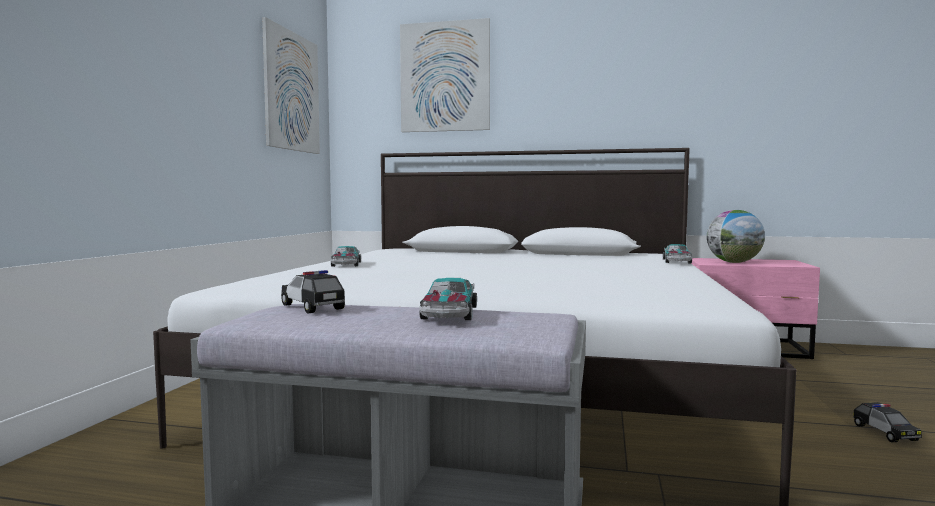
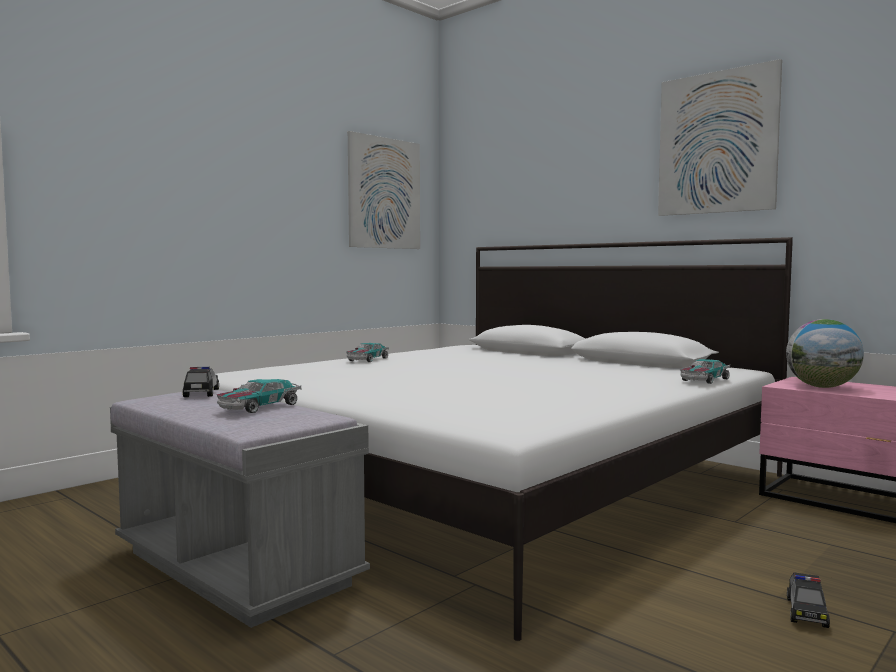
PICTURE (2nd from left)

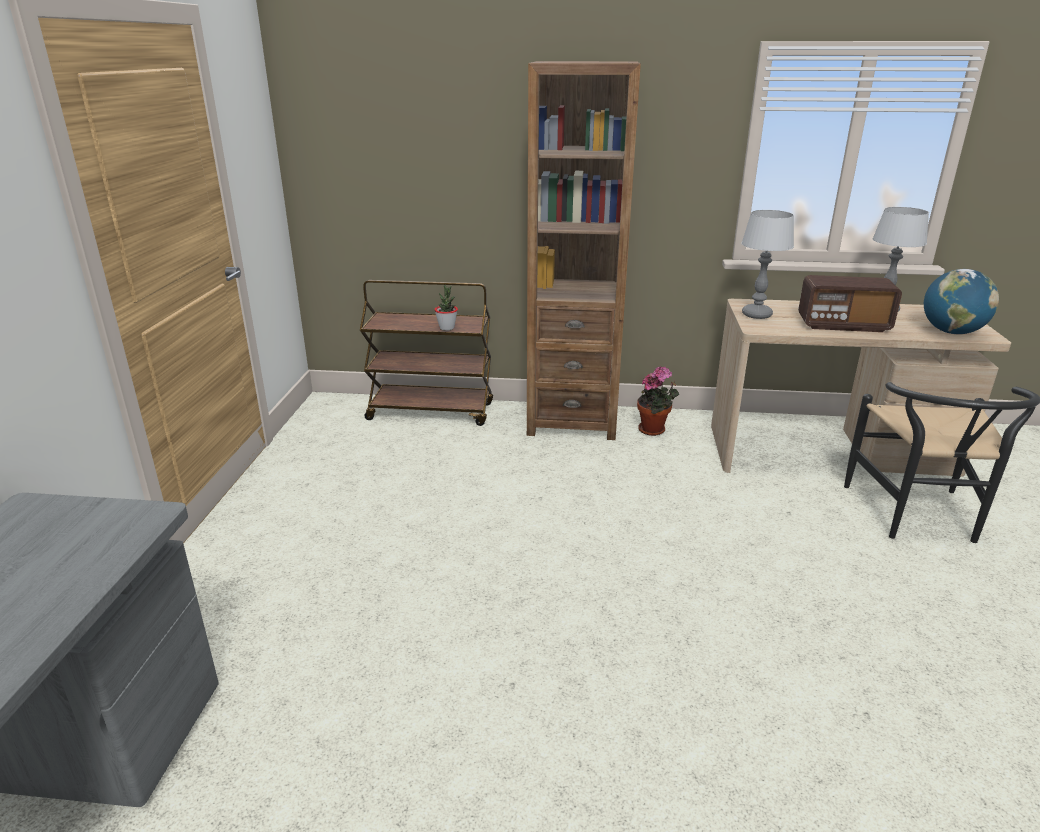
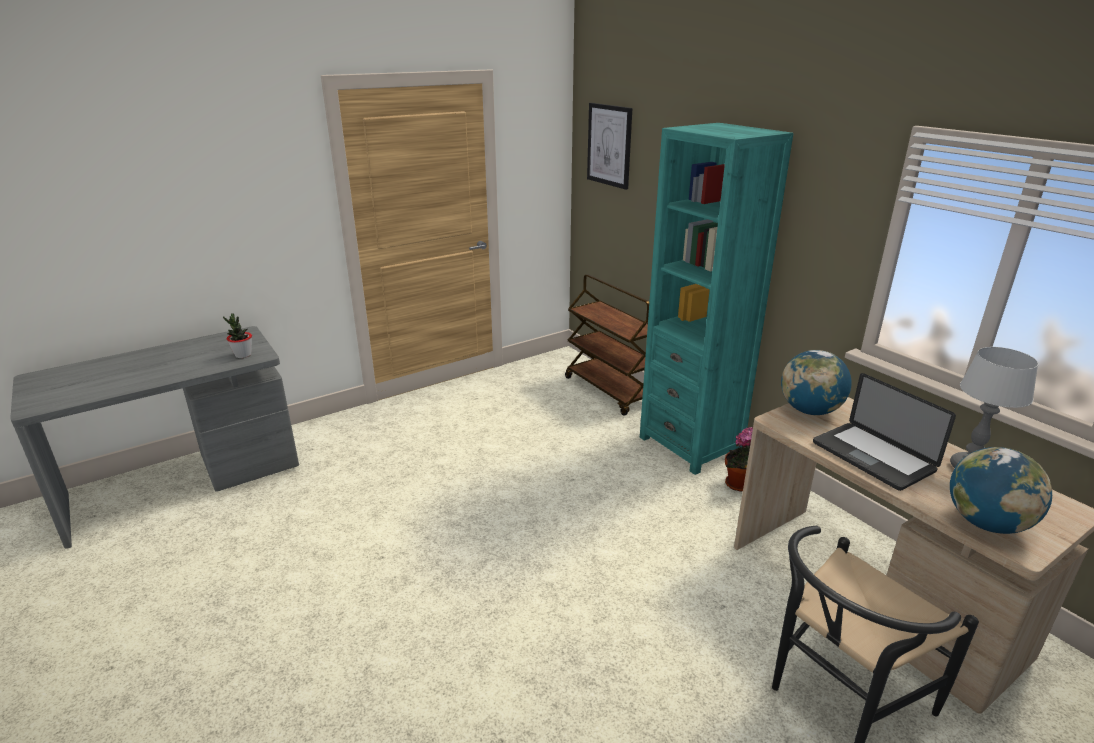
TURQUOISE BOOKCASE; GLOBE (1st from left); LAPTOP; POTTED PLANT (1st from left); PICTURE

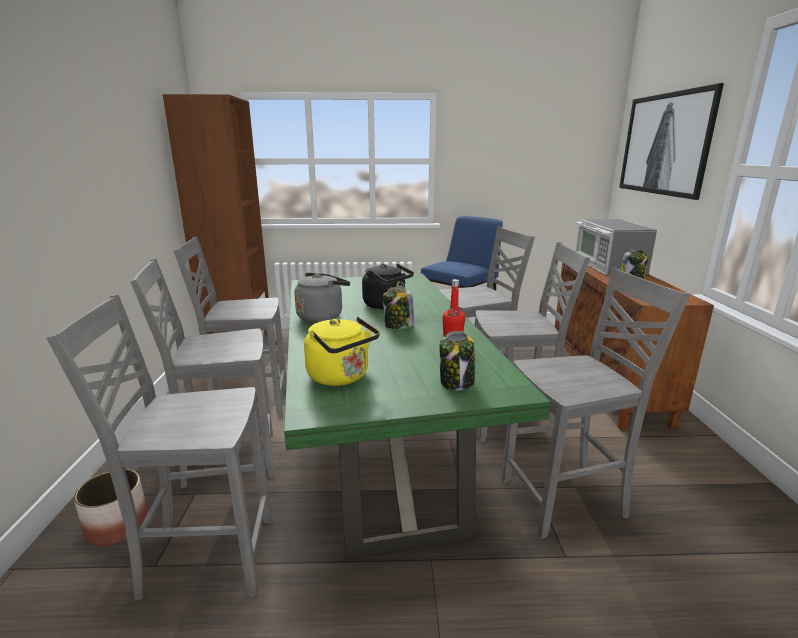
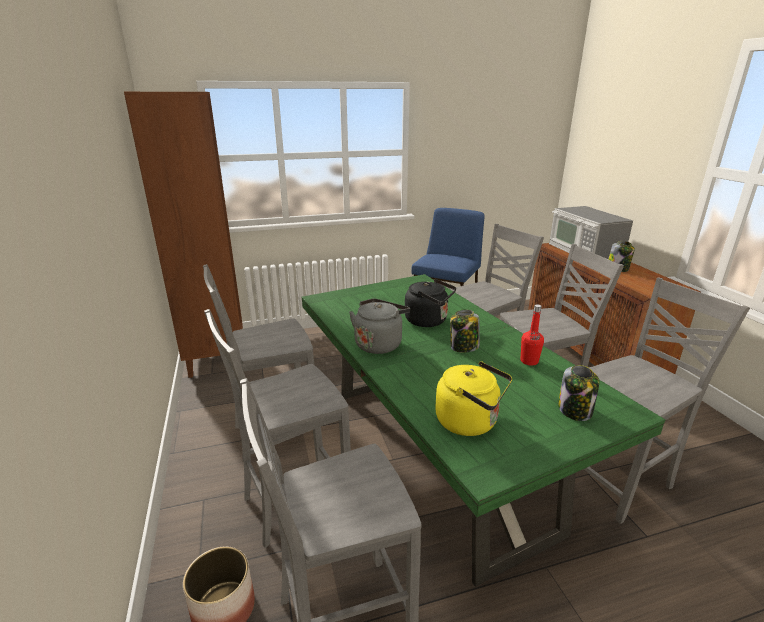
PICTURE

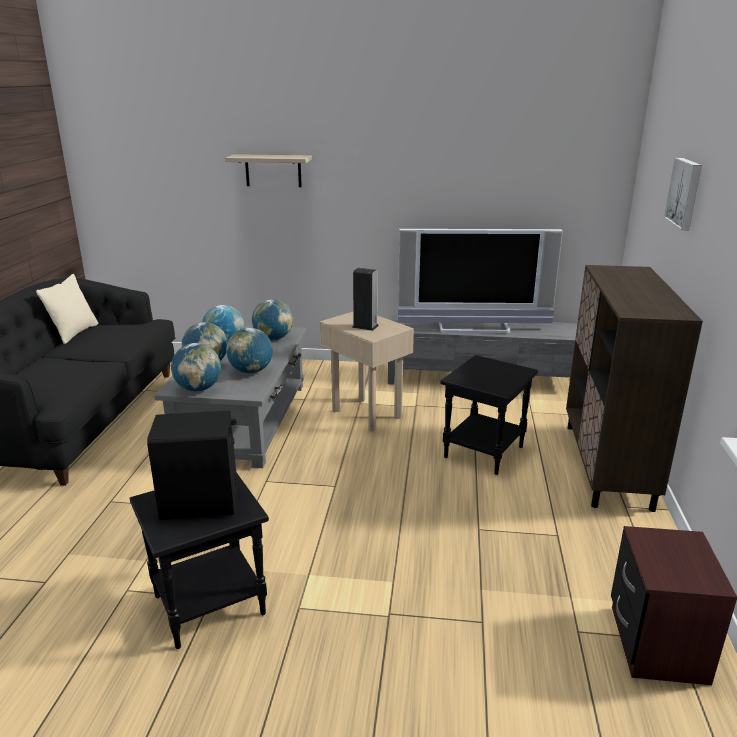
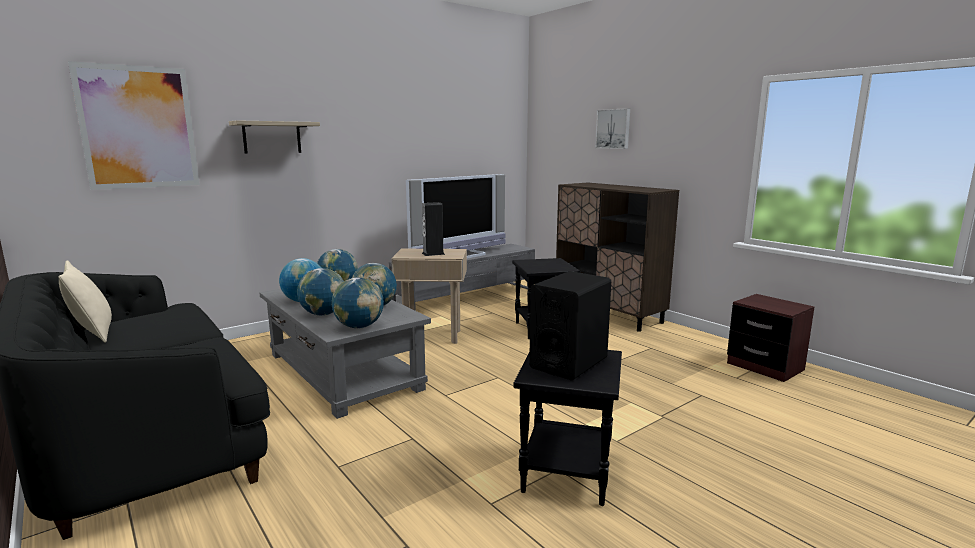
PICTURE (1st from left)

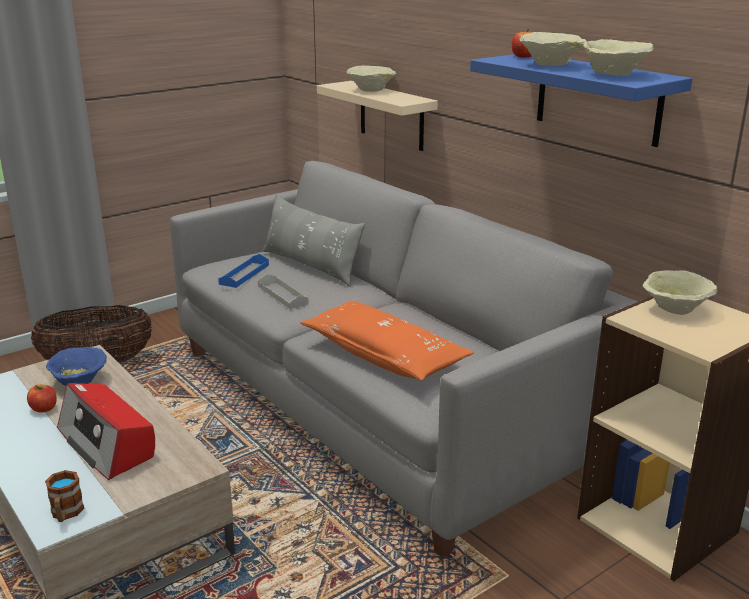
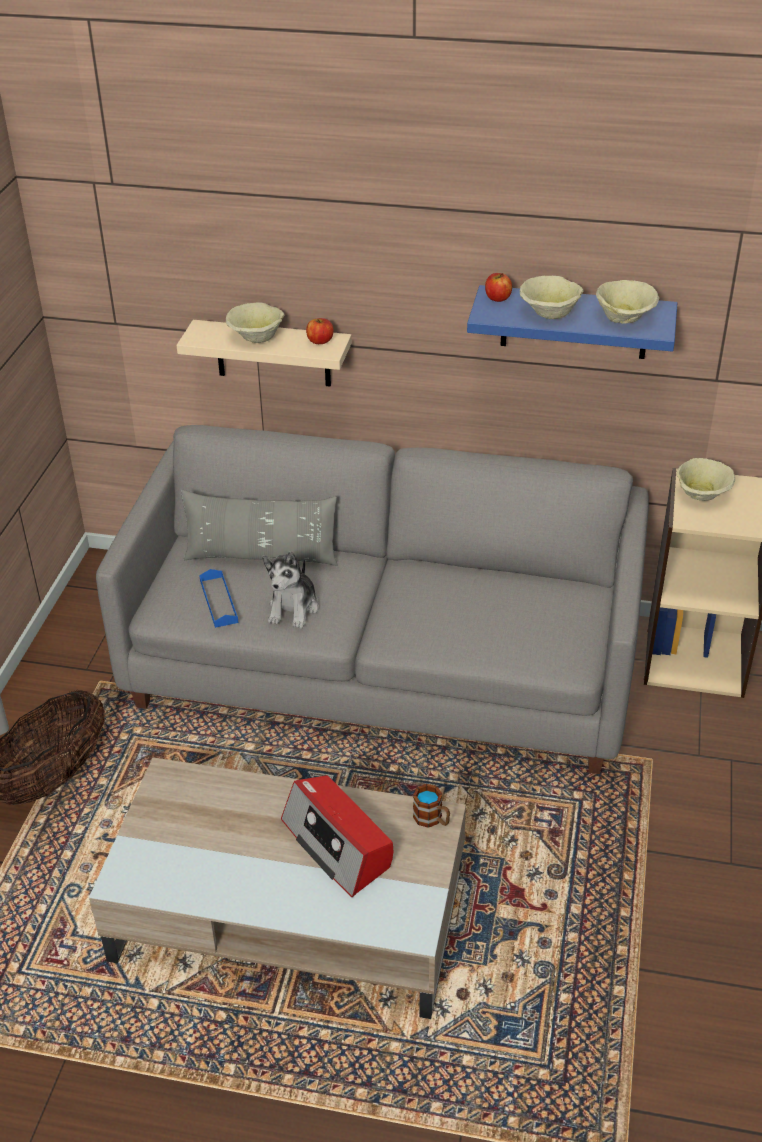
PLUSH TOY; ORANGE PILLOW; BLUE BOWL; RADIO; APPLE (1st from left); MUG

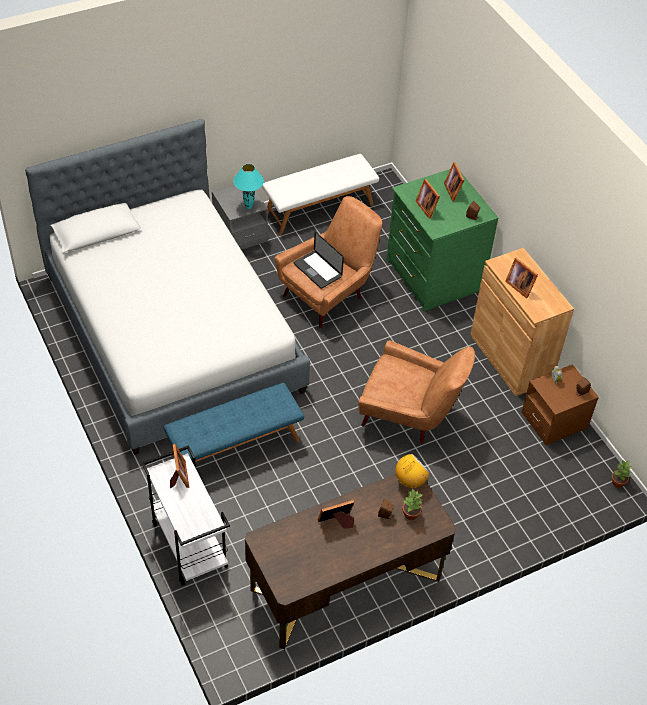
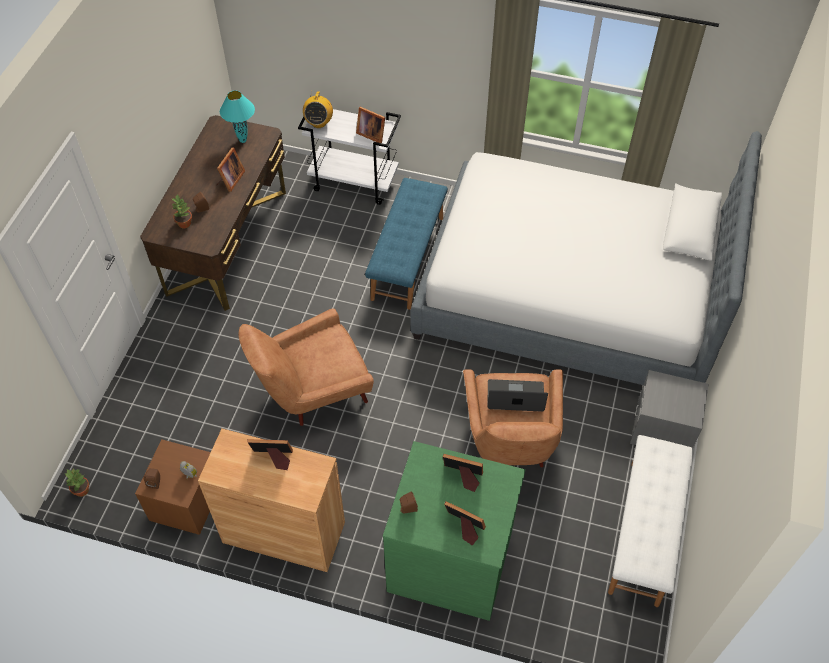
TURQUOISE TABLE LAMP; RADIO

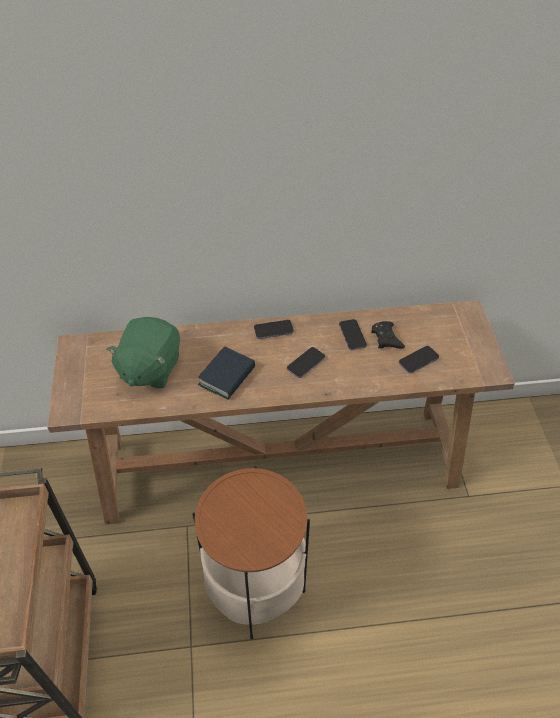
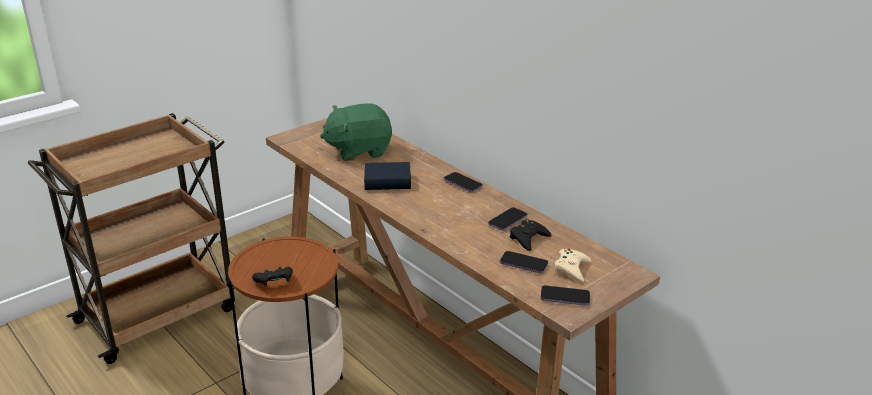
PHONE (4th from left); BEIGE GAME CONTROLLER; BLACK GAME CONTROLLER (1st from left)

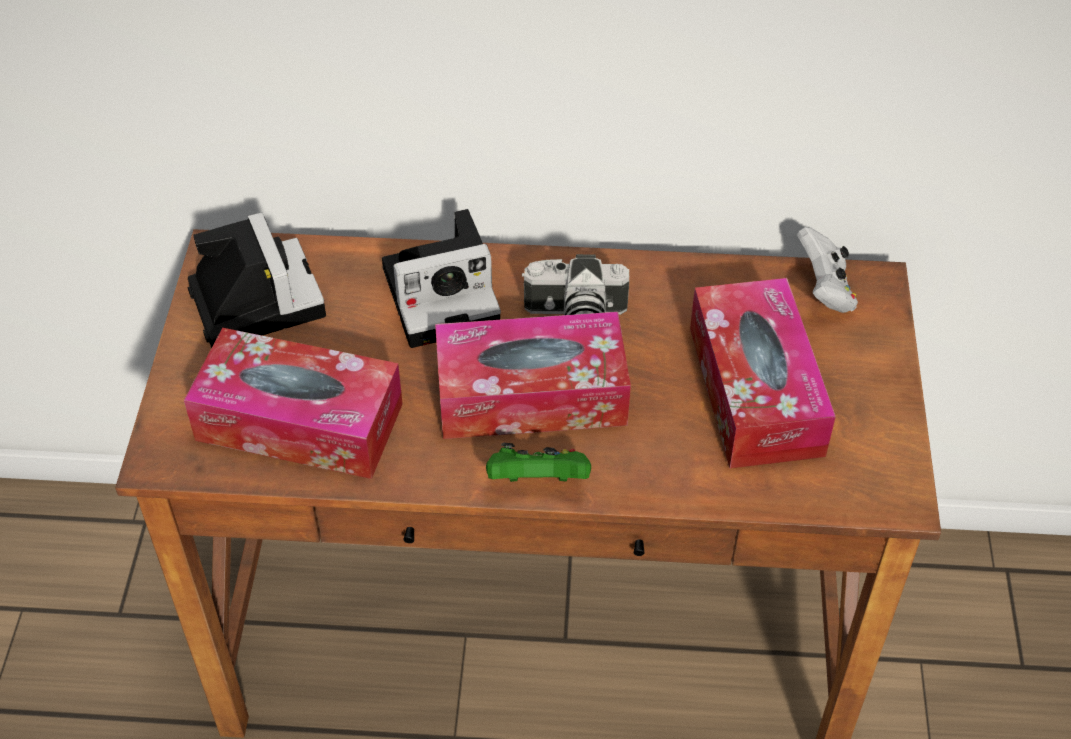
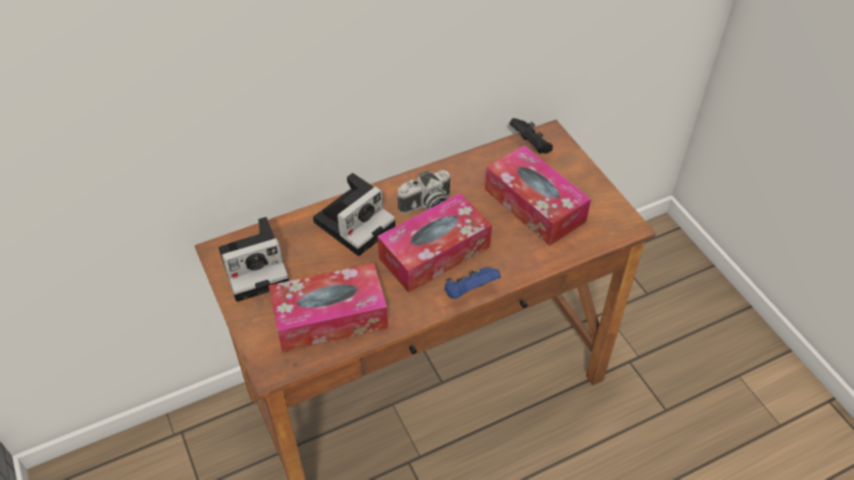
PHOTO CAMERA (1st from left); BLACK GAME CONTROLLER; BLUE GAME CONTROLLER

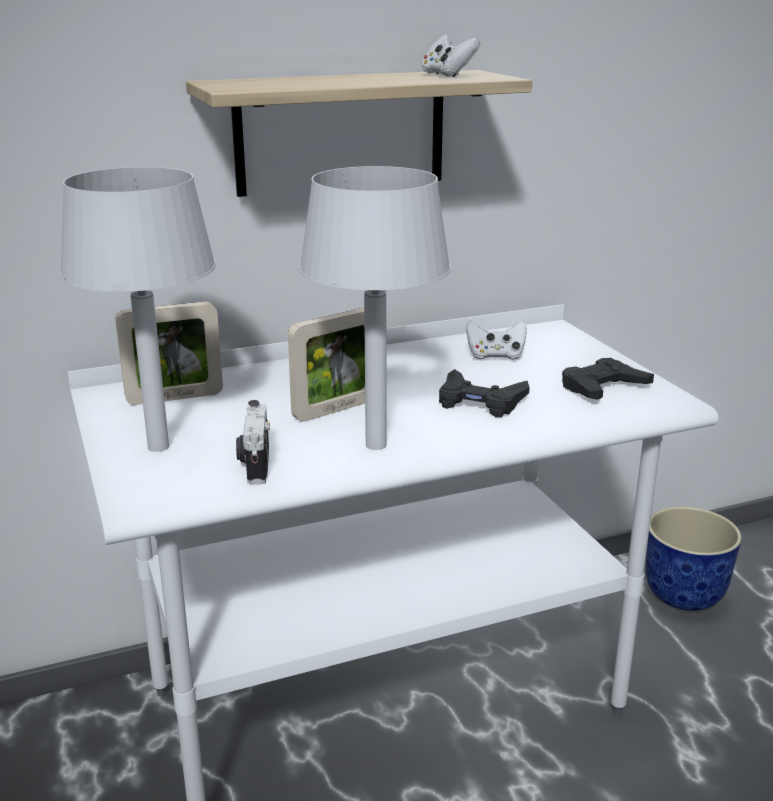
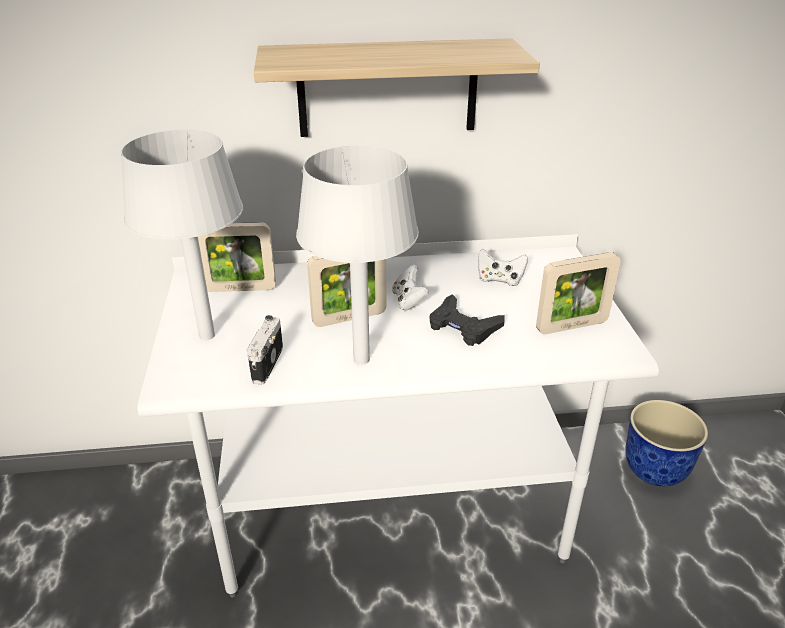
WHITE GAME CONTROLLER (1st from left); PICTURE FRAME (3rd from left)

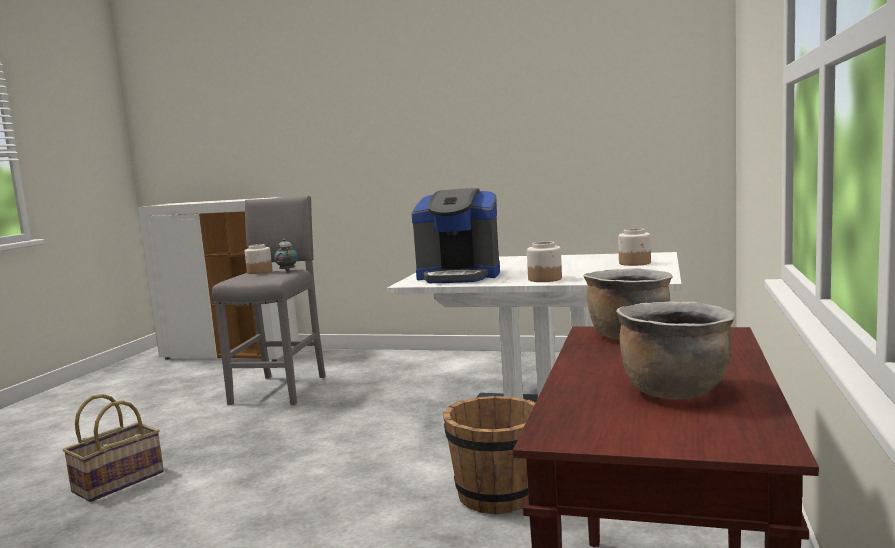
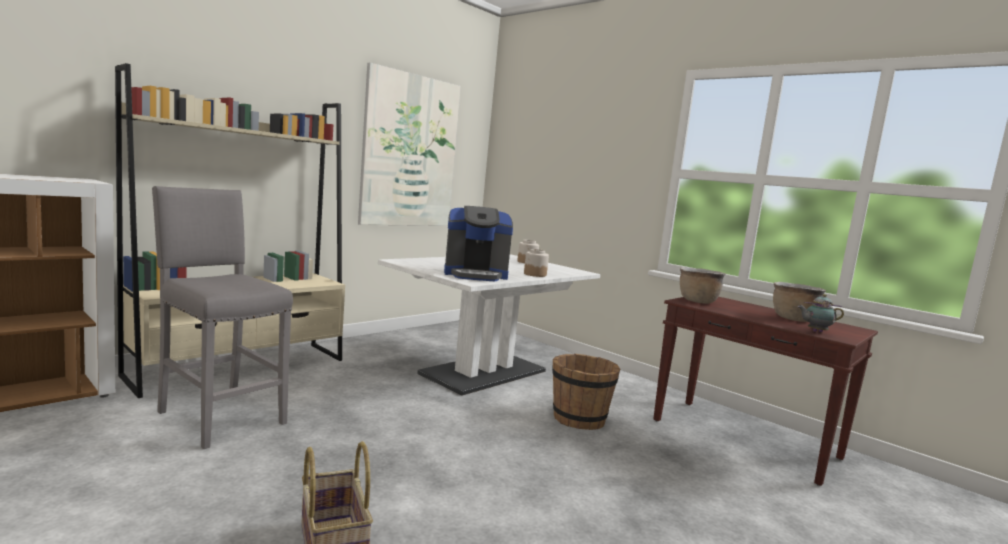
COFFEE MACHINE; TEAPOT; JAR (1st from left in the first image); BEIGE BOOKCASE; PICTURE

